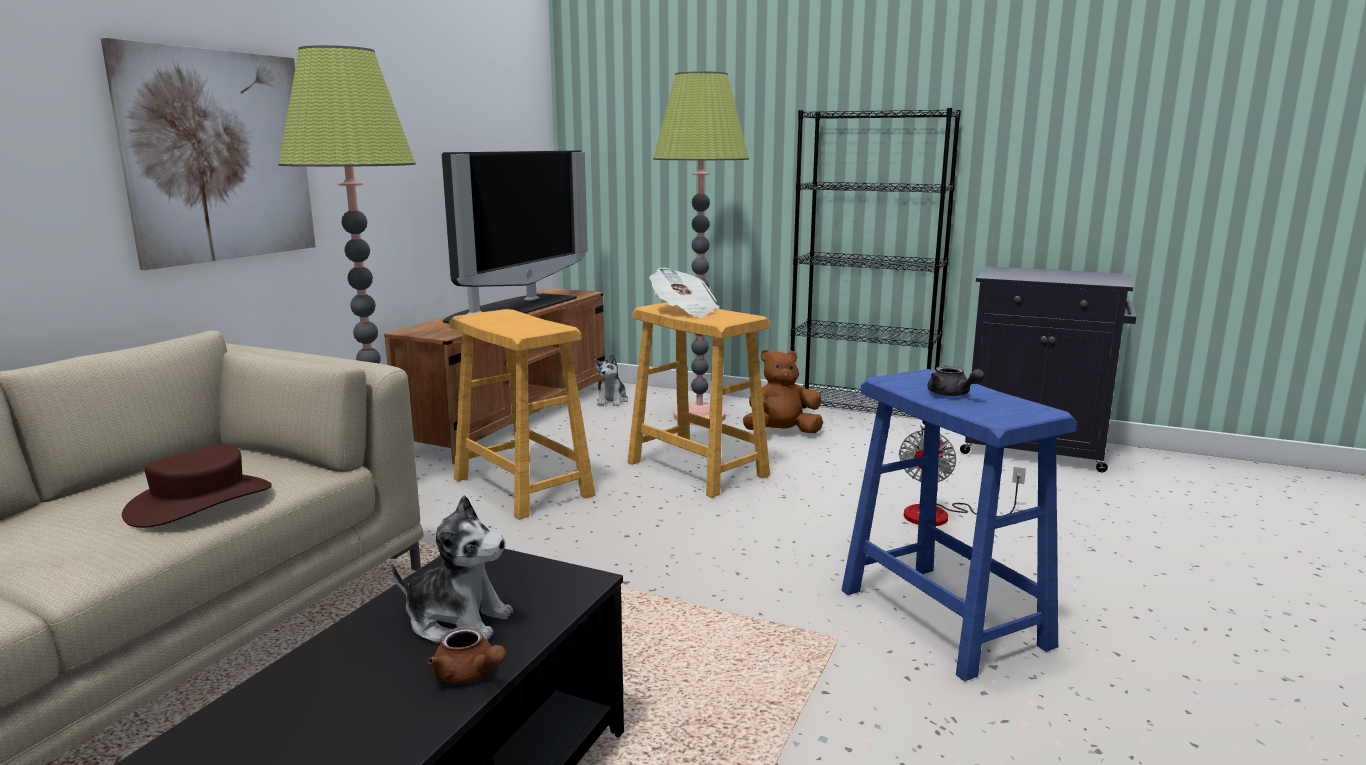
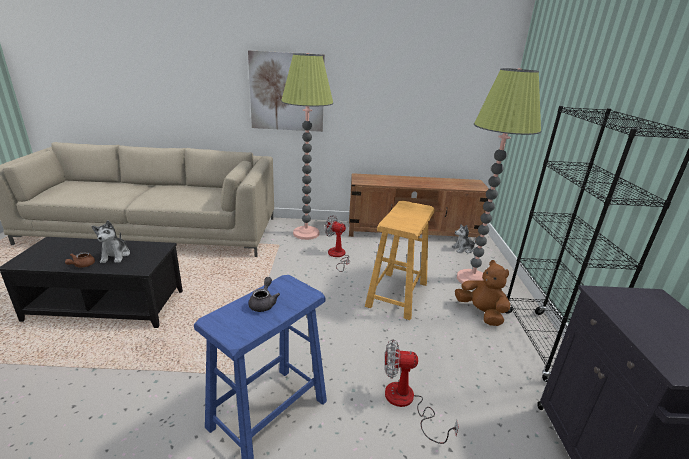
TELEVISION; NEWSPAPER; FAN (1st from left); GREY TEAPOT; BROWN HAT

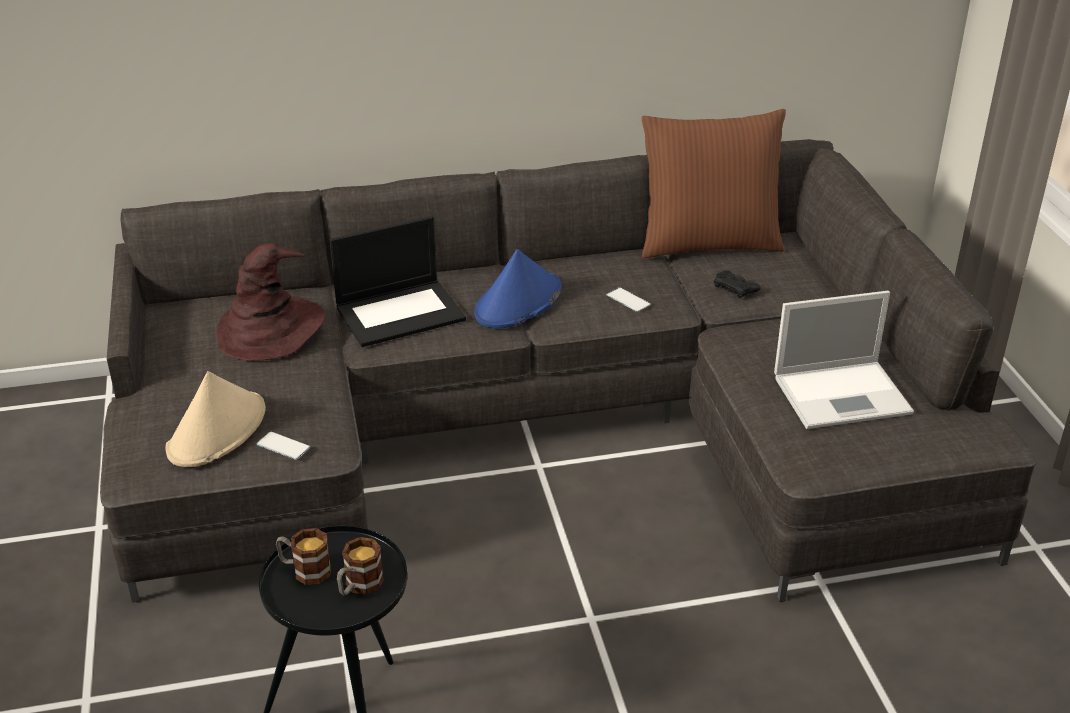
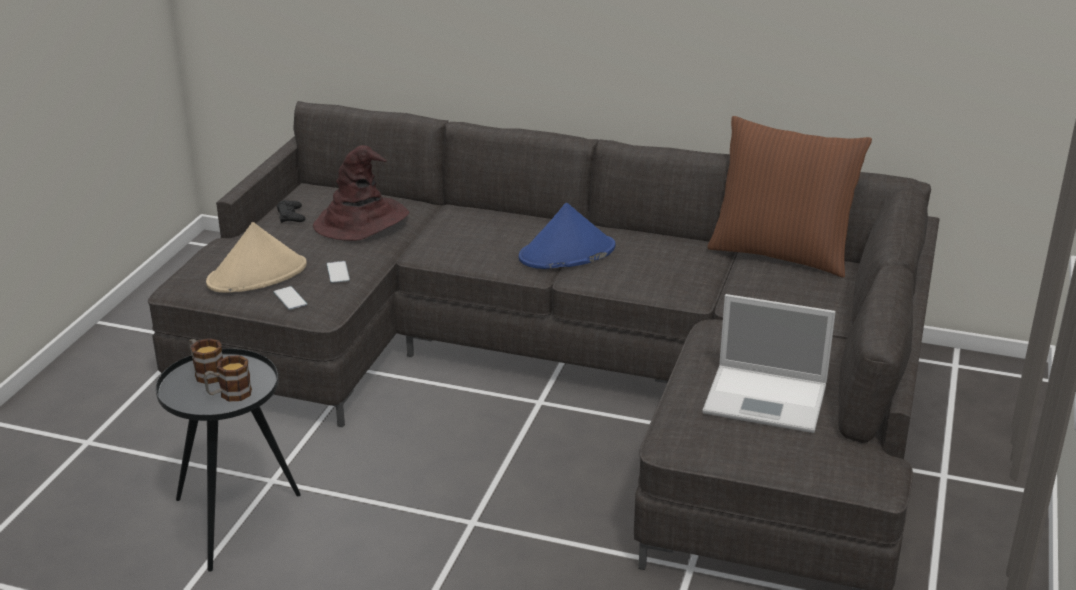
LAPTOP (1st from left in the first image); BLACK GAME CONTROLLER; PHONE (2nd from left)

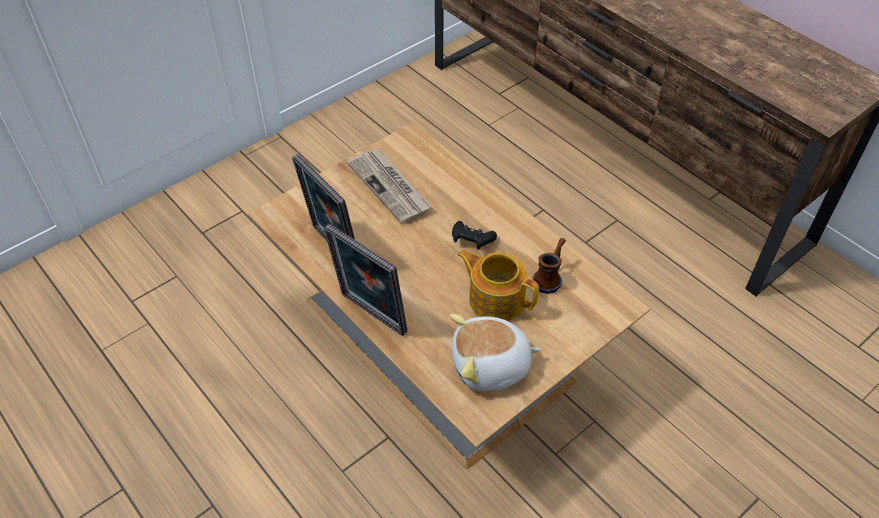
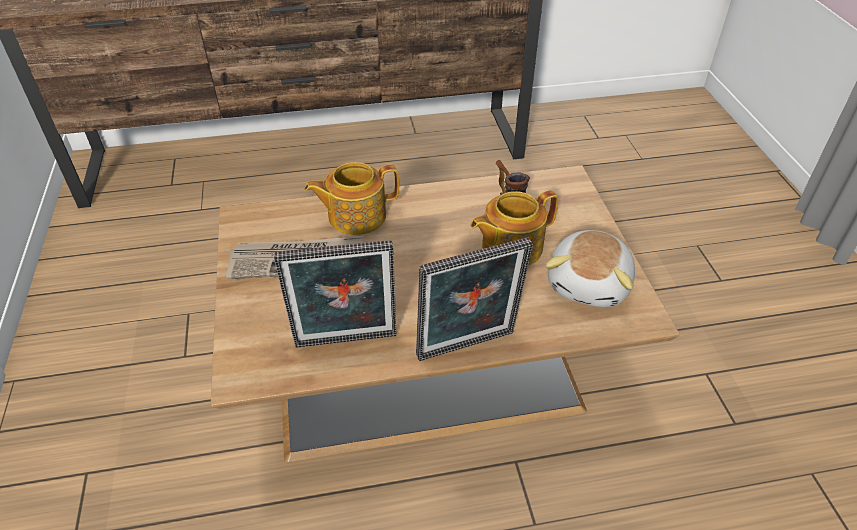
BLACK GAME CONTROLLER; TEAPOT (1st from left)

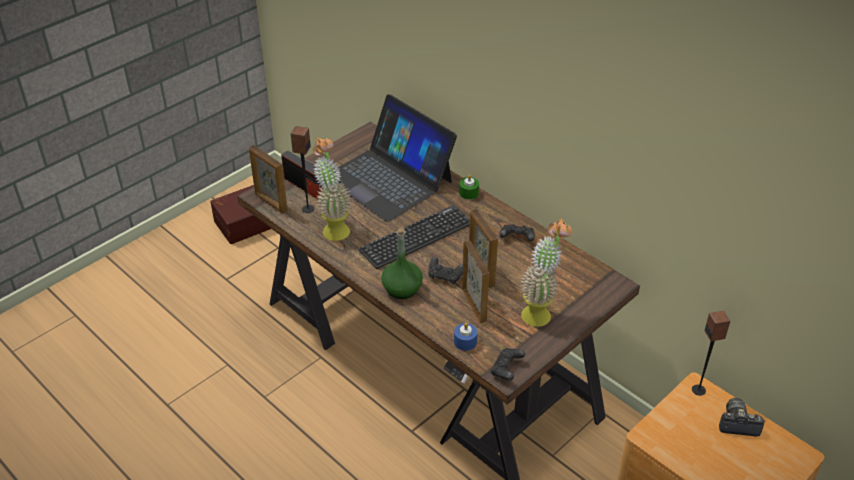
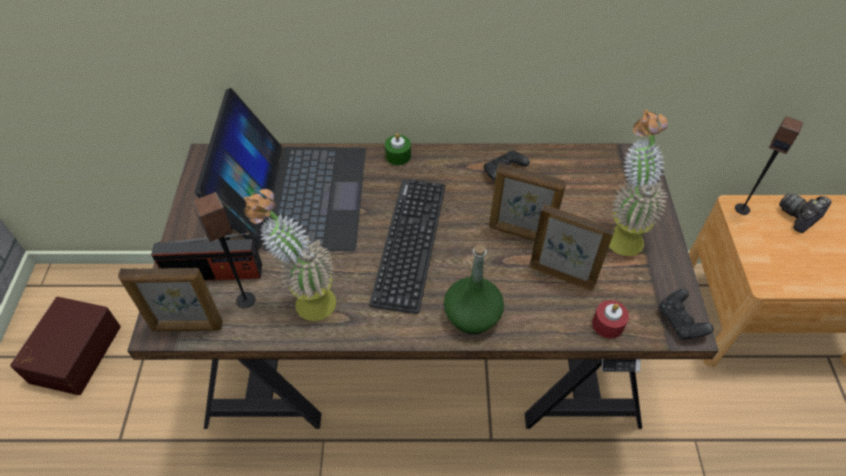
LAPTOP; BLACK GAME CONTROLLER (1st from left in the first image); RED CANDLE

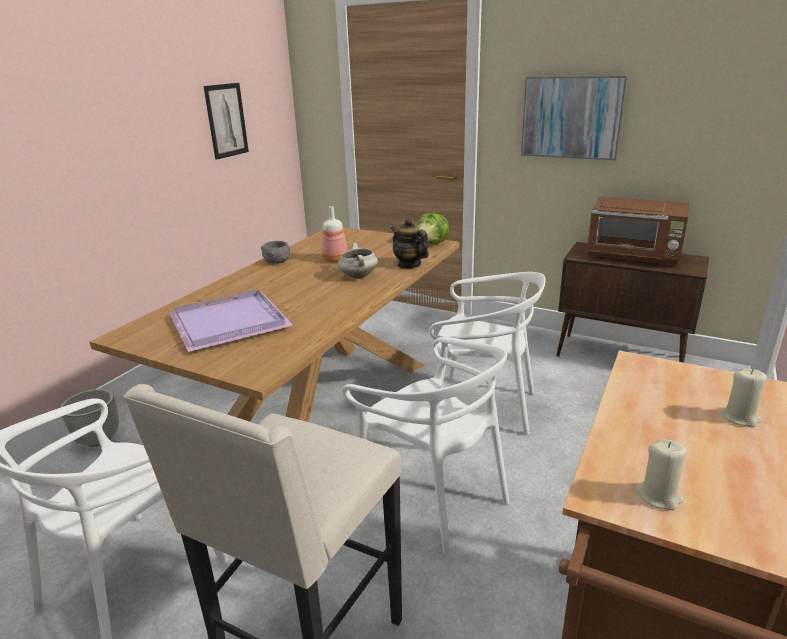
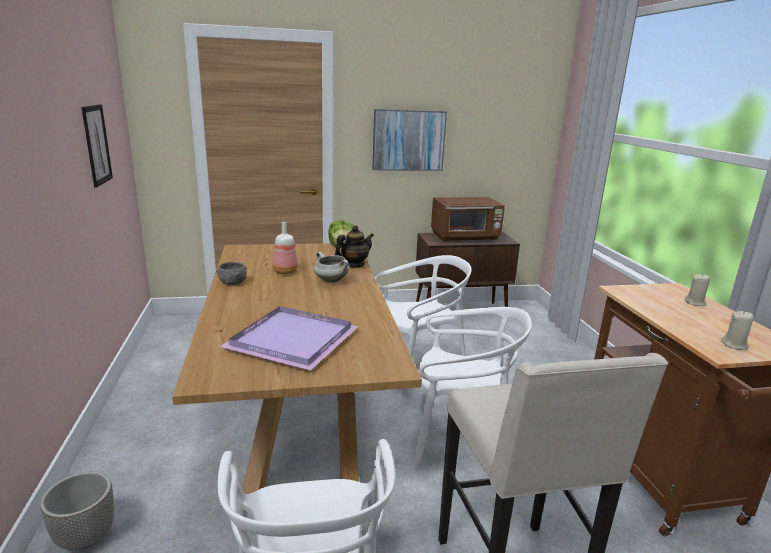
TEAPOT

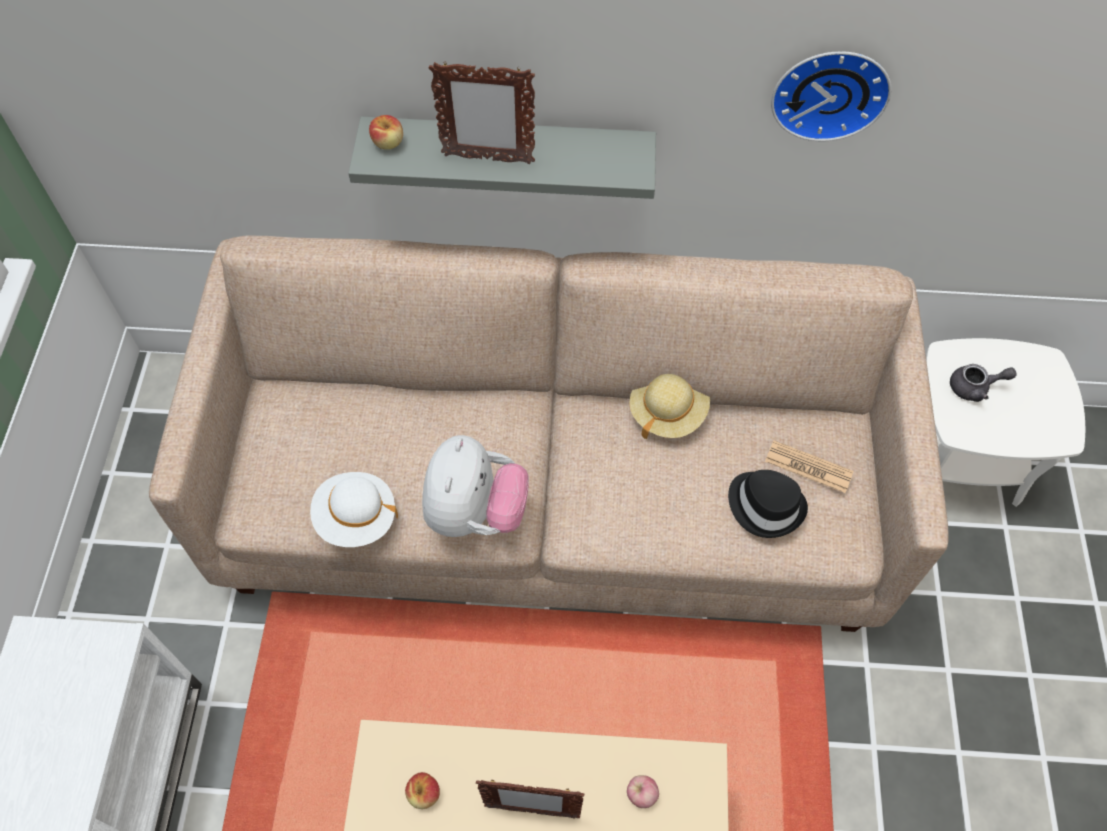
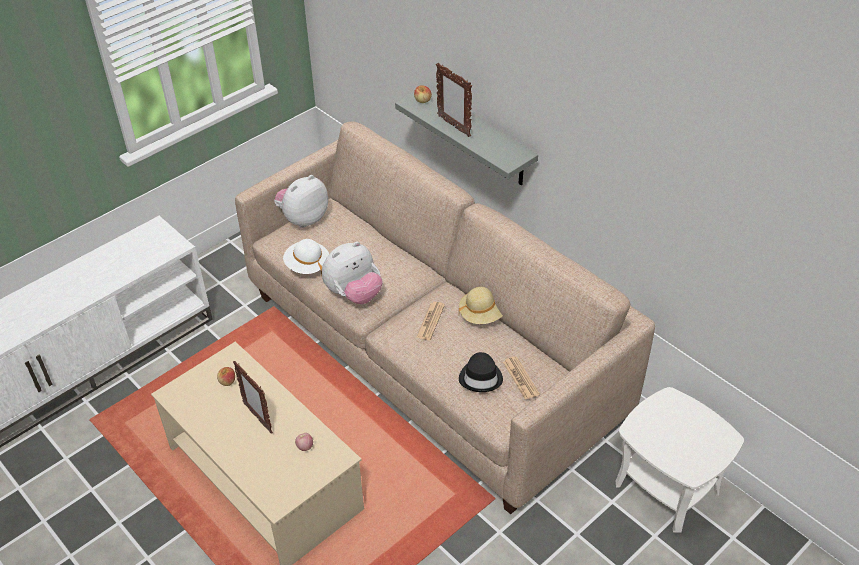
WALL CLOCK; GREY TEAPOT; PLUSH TOY (1st from left); NEWSPAPER (1st from left)

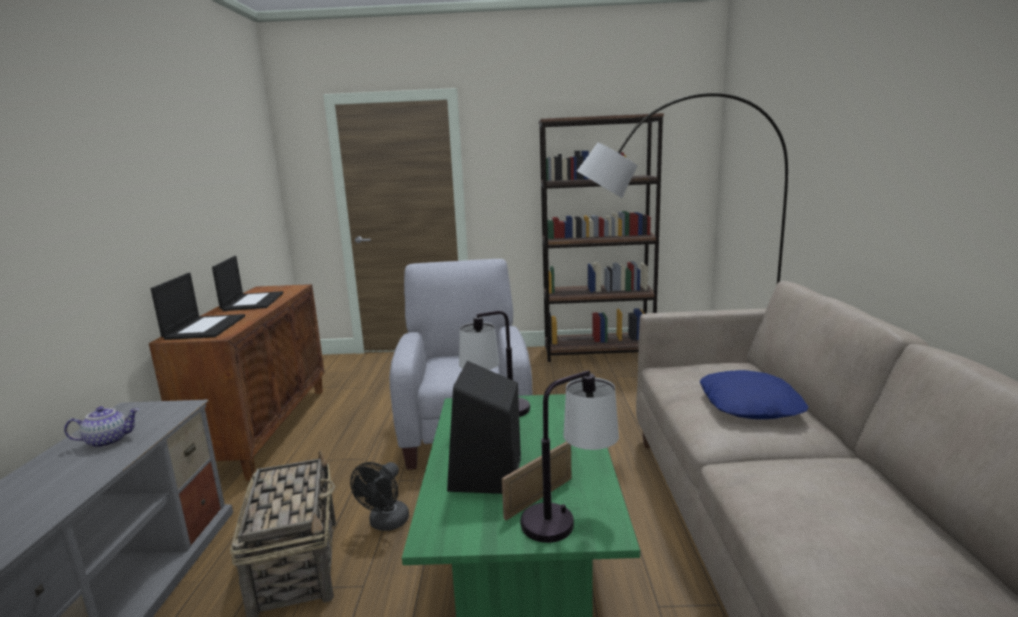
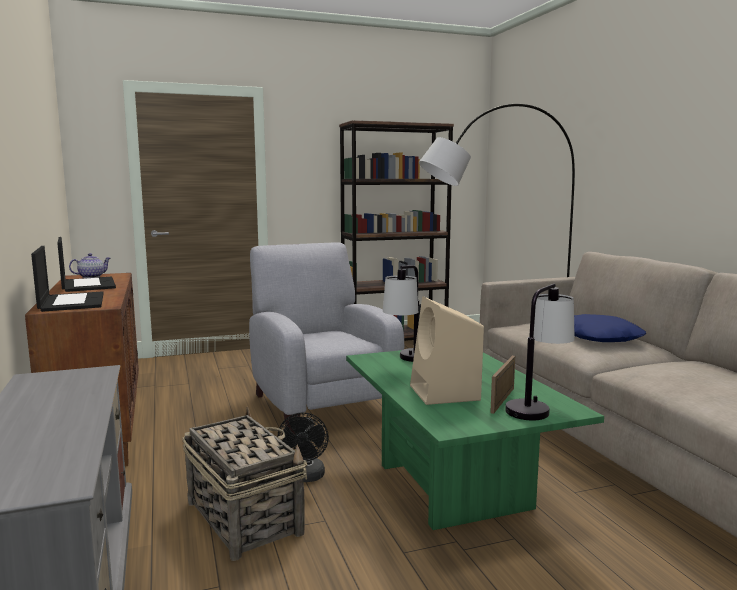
BEIGE SPEAKER; TEAPOT

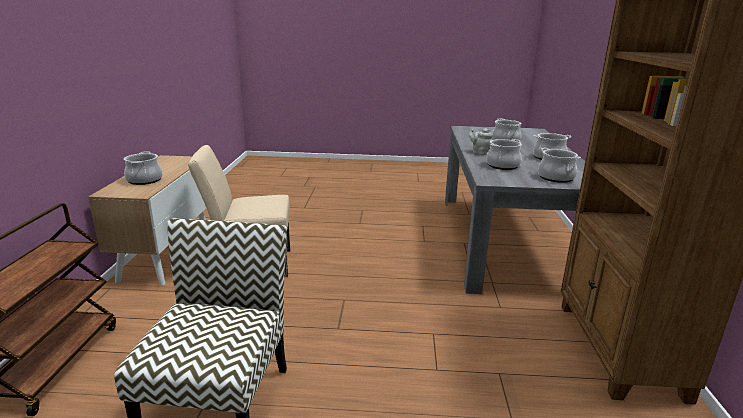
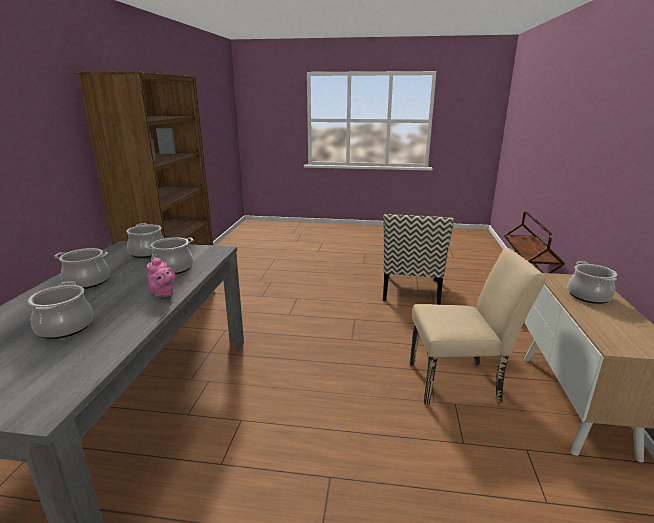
PINK TEAPOT

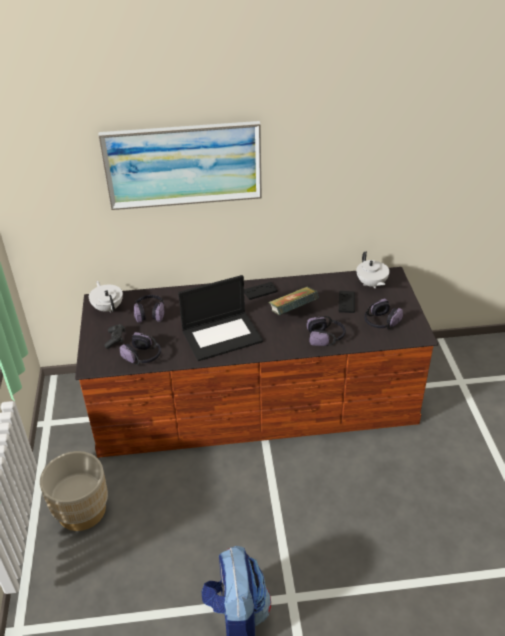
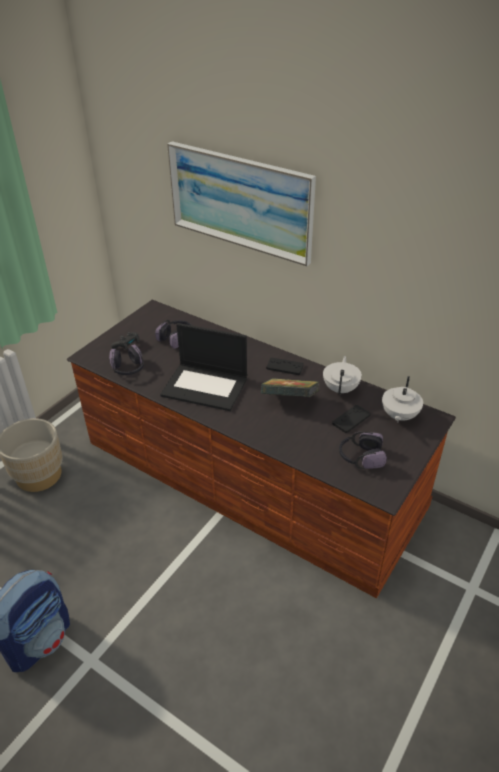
WHITE TEAPOT (1st from left); HEADPHONES (3rd from left in the first image)

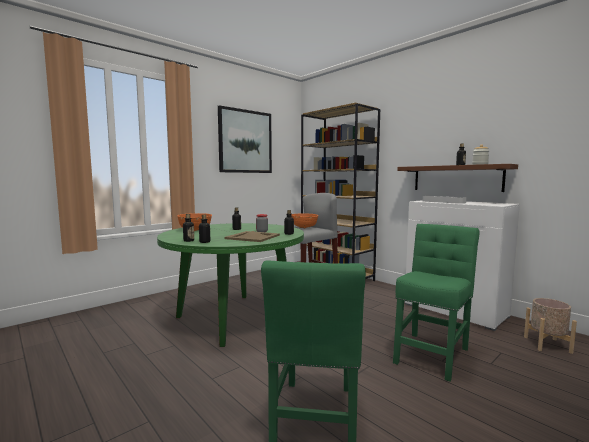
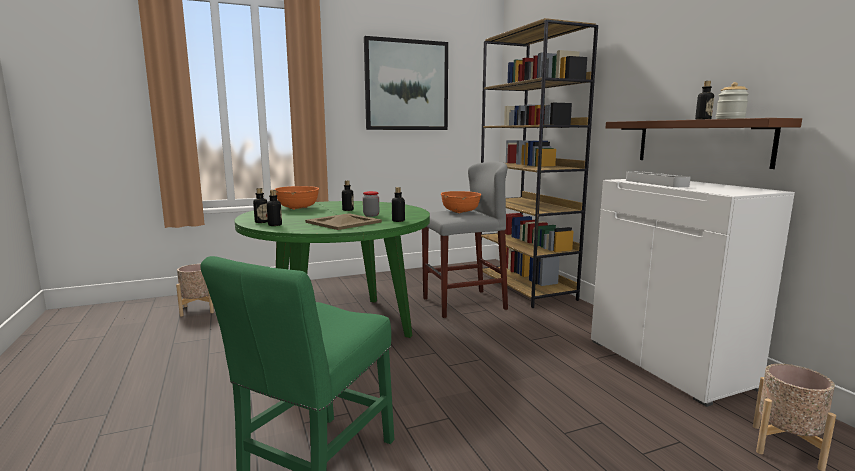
GREEN CHAIR (2nd from left in the first image); BEIGE PLANTER (1st from left)

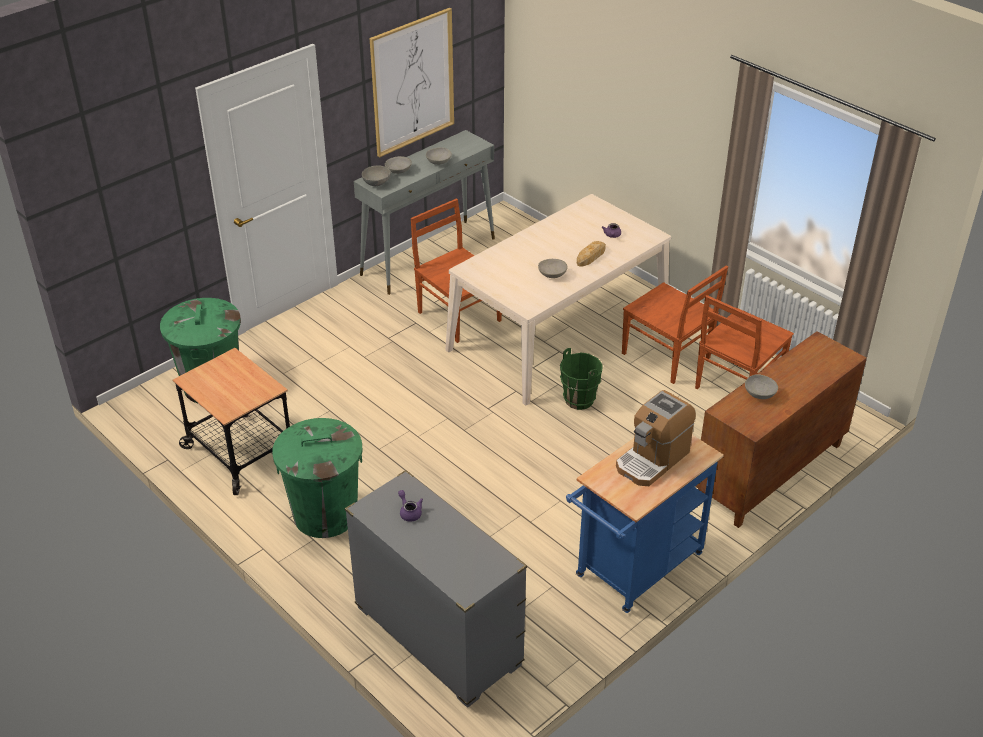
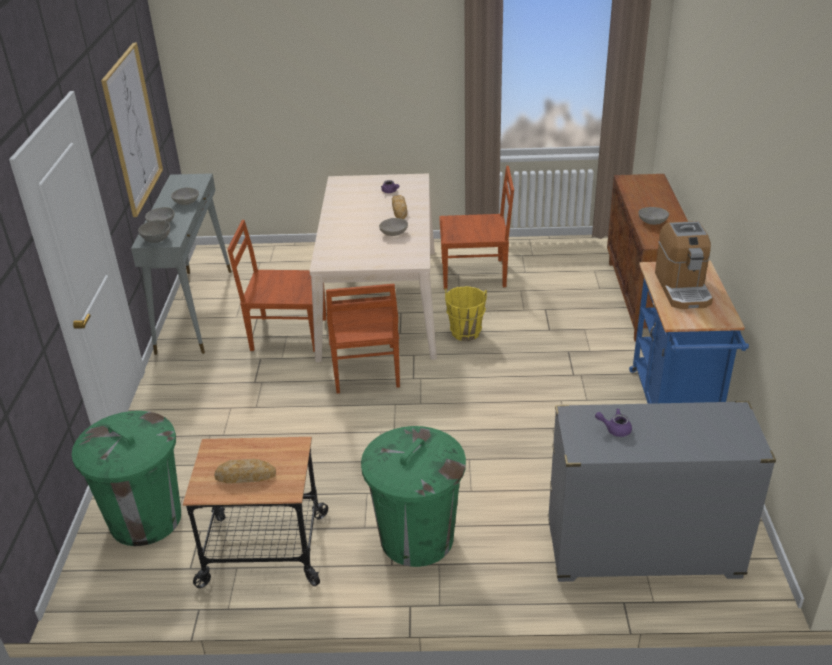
BROWN CHAIR (2nd from left); YELLOW BUCKET; BREAD (1st from left)

